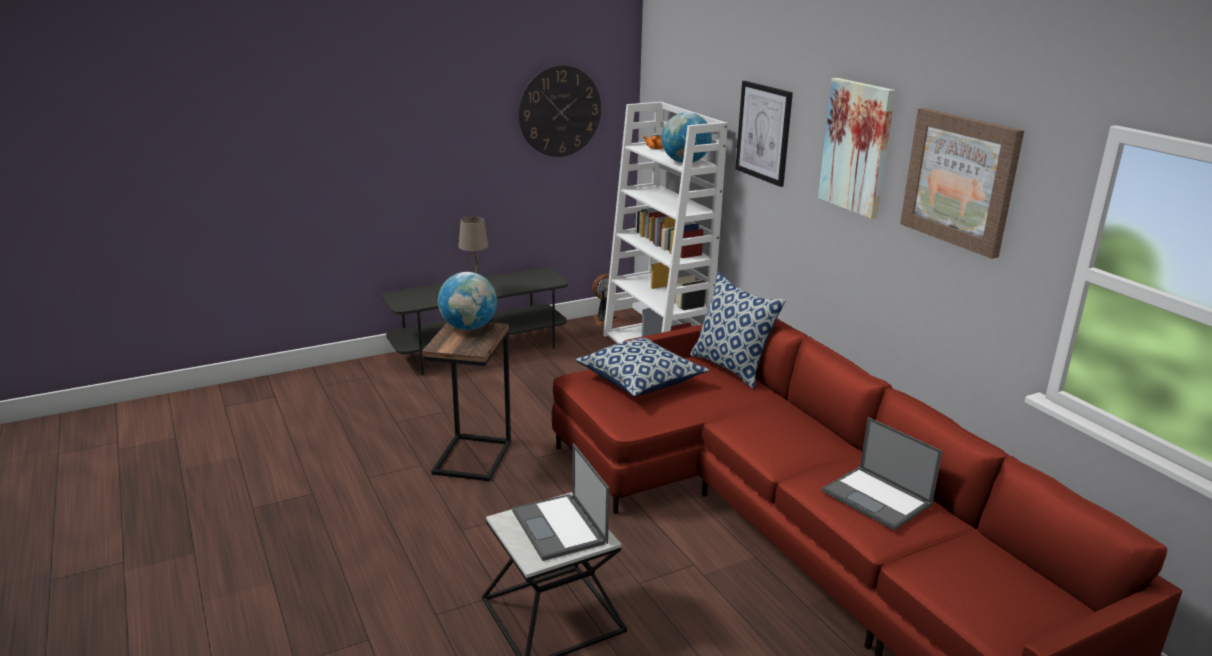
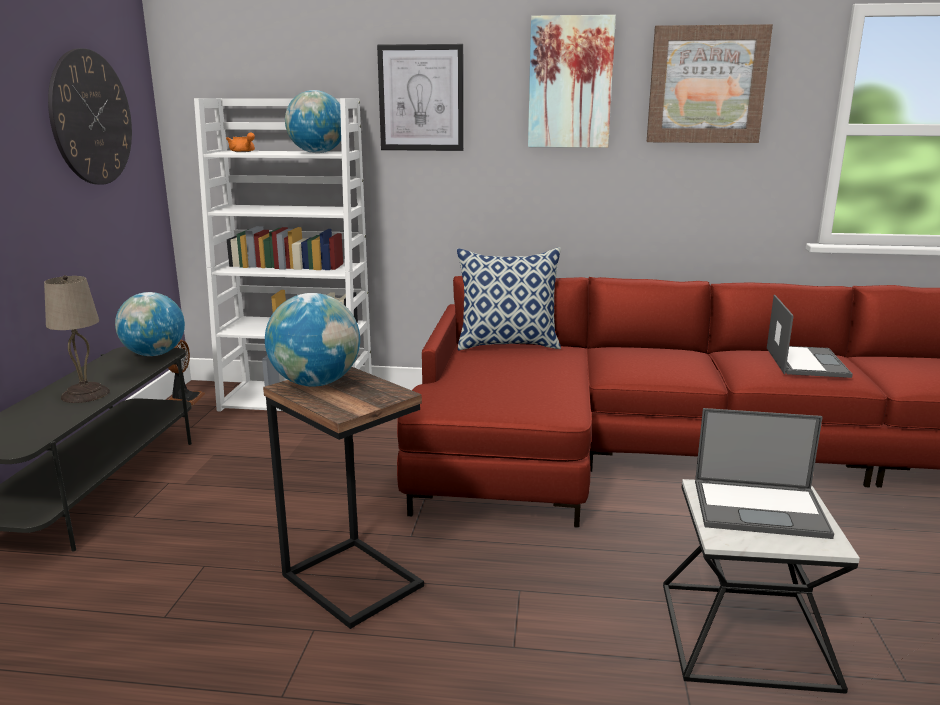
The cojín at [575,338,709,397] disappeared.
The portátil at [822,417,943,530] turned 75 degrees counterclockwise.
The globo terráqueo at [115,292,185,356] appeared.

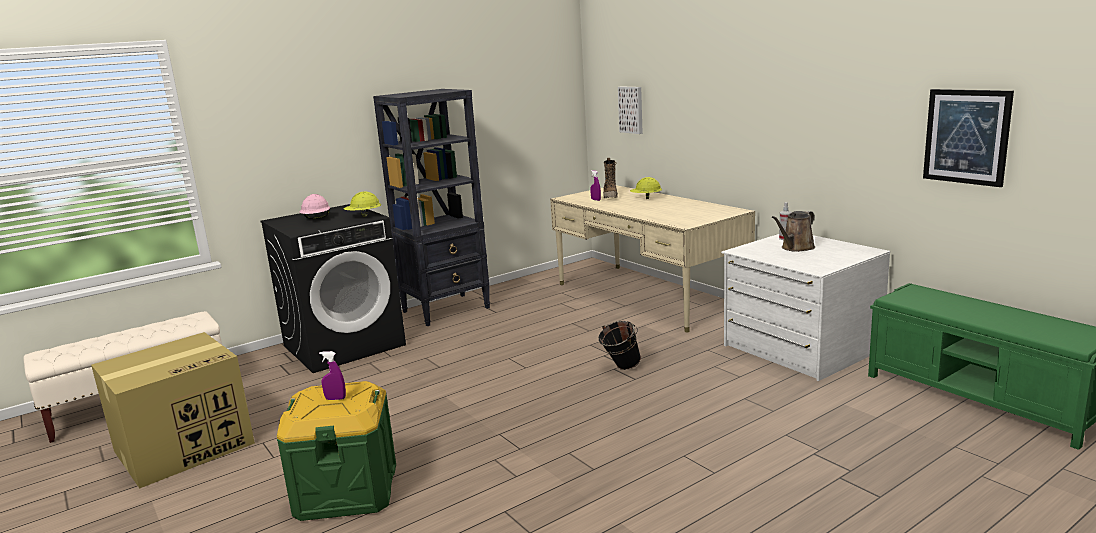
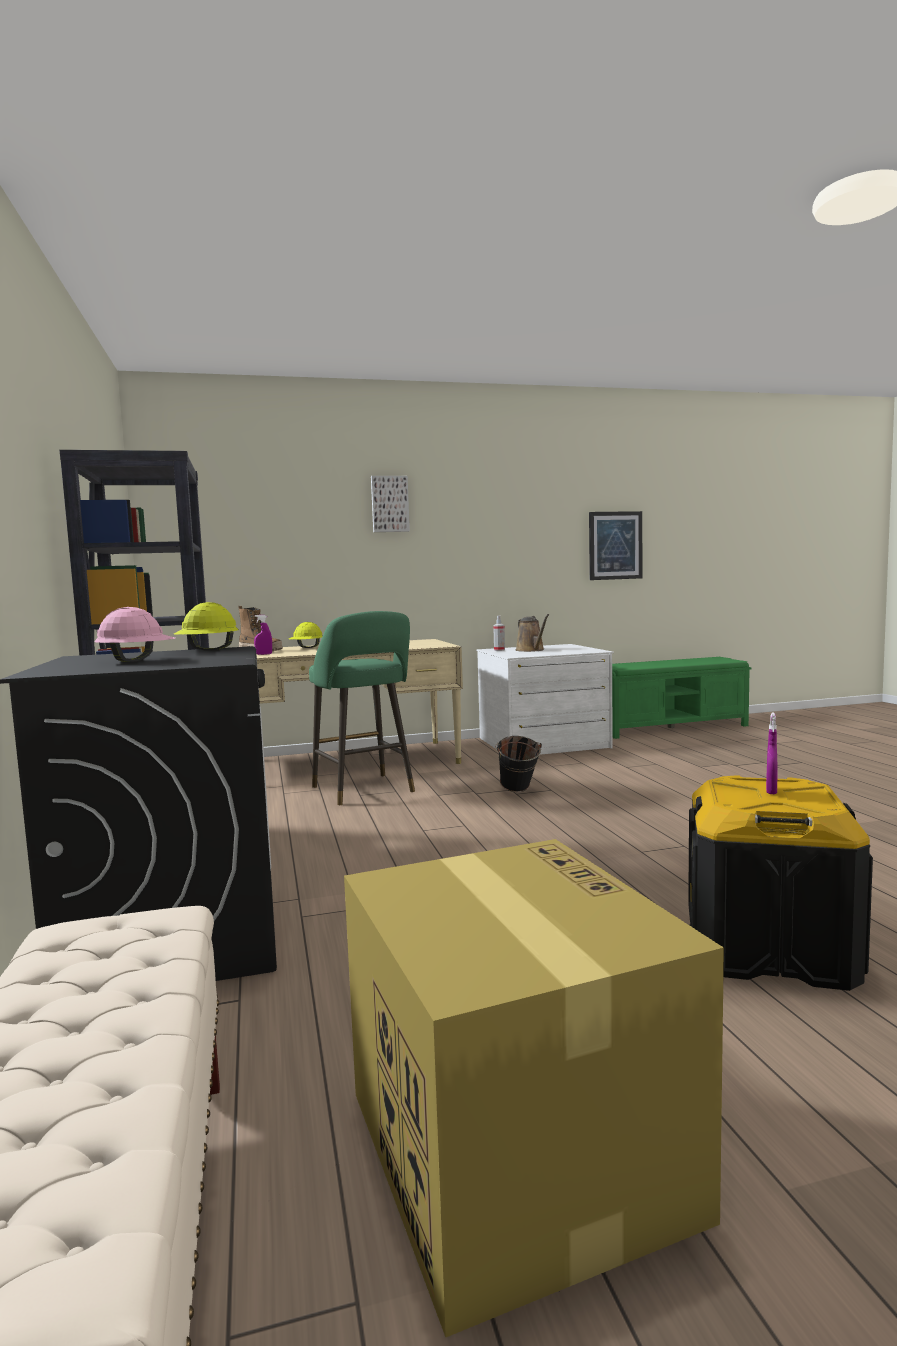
The caja de almacenaje/verde at [277,381,396,521] became the caja de almacenaje/negro at [688,775,873,991].
The cuadro moved from [618,86,643,134] to [371,476,410,532].
The taburete/verde at [309,611,415,805] appeared.

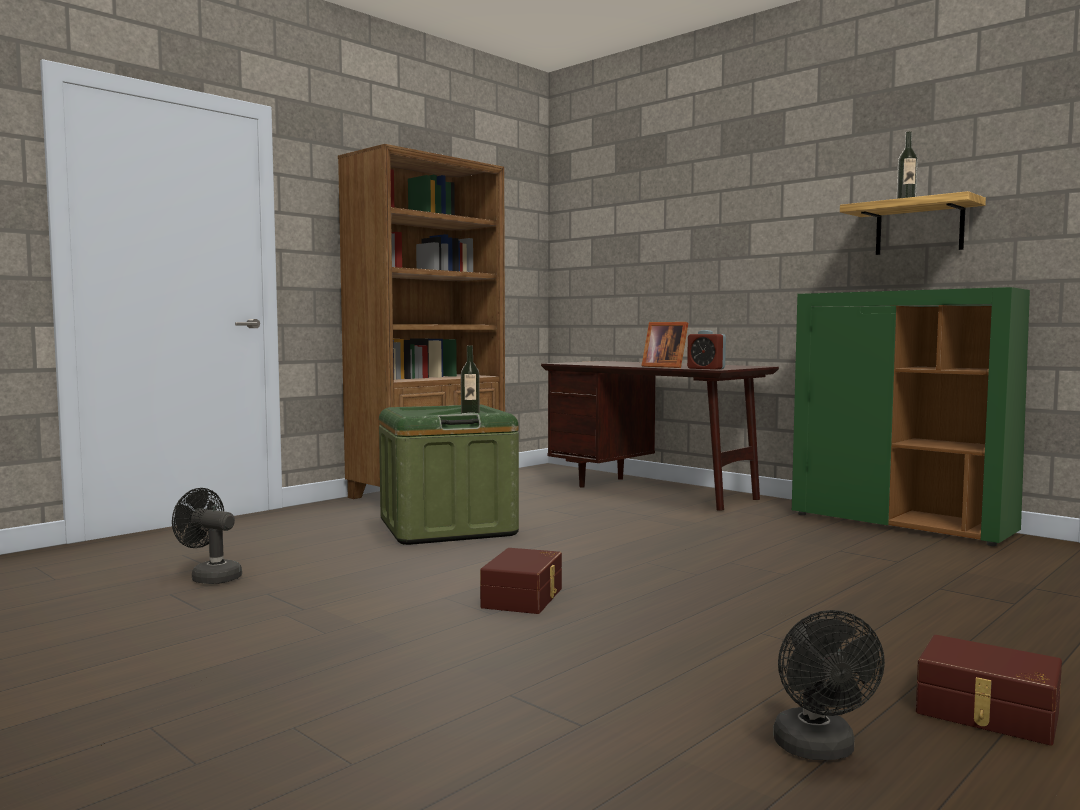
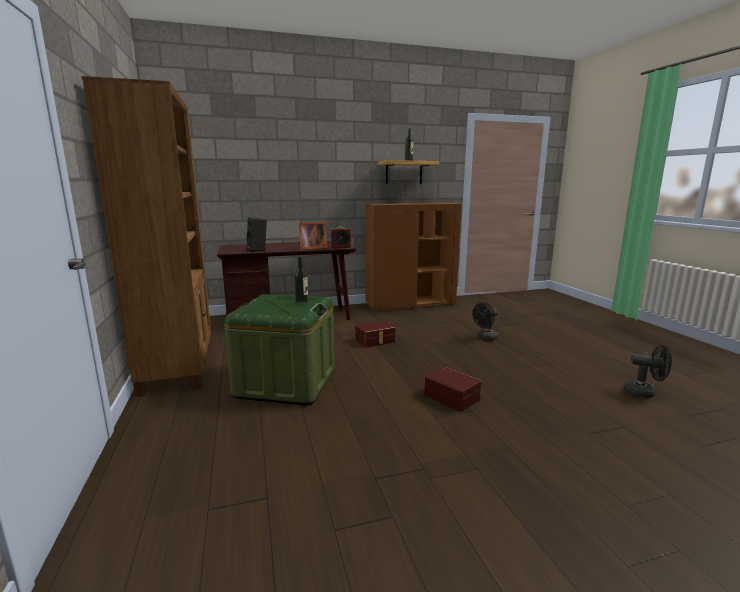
The ventilador/negro moved from [172,488,242,584] to [472,302,499,341].
The armario/verde at [792,287,1030,546] became the armario/marrón at [365,202,462,312].
The caja de almacenaje/marrón moved from [916,635,1062,745] to [355,320,396,348].
The altavoz/negro at [246,218,267,252] appeared.

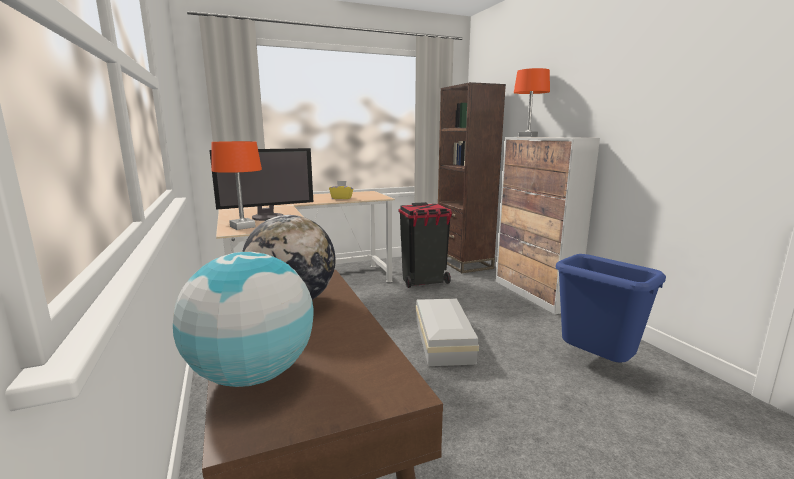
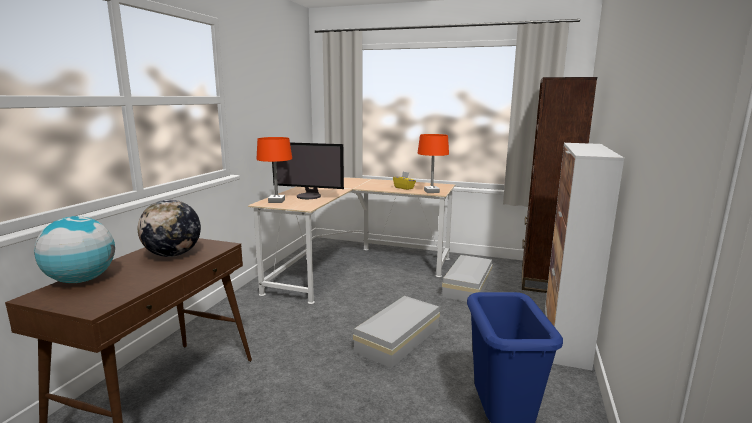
The papelera/negro at [399,202,452,288] was replaced by the caja de almacenaje/blanco at [442,255,493,302].
The lámpara de mesa/naranja moved from [514,68,550,137] to [418,134,449,193].

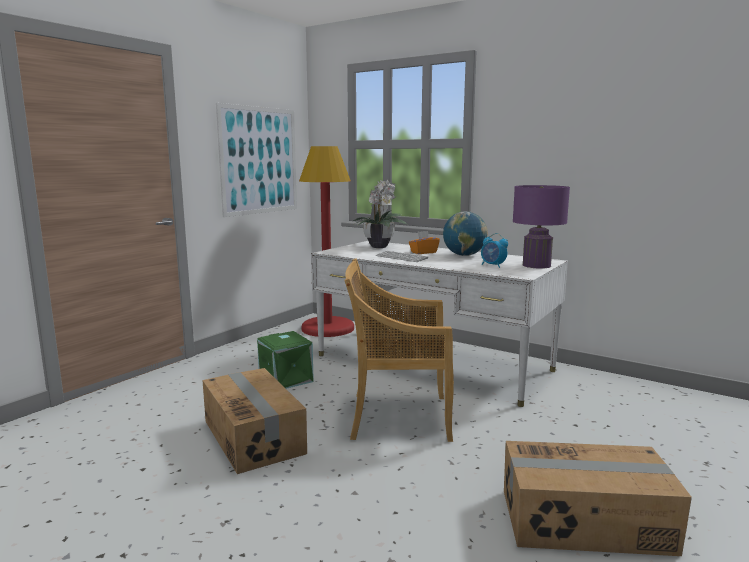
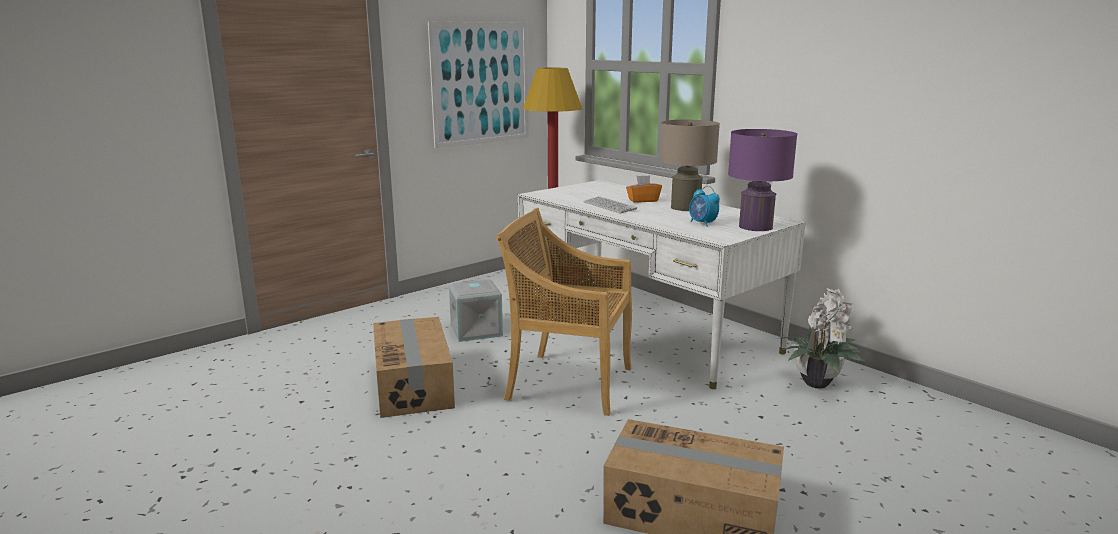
The caja de almacenaje/verde at [257,331,314,389] became the caja de almacenaje/gris at [449,279,503,342].
The planta en maceta moved from [353,179,407,248] to [782,288,866,389].
The globo terráqueo at [443,212,488,256] was replaced by the lámpara de mesa/beis at [660,120,720,211].

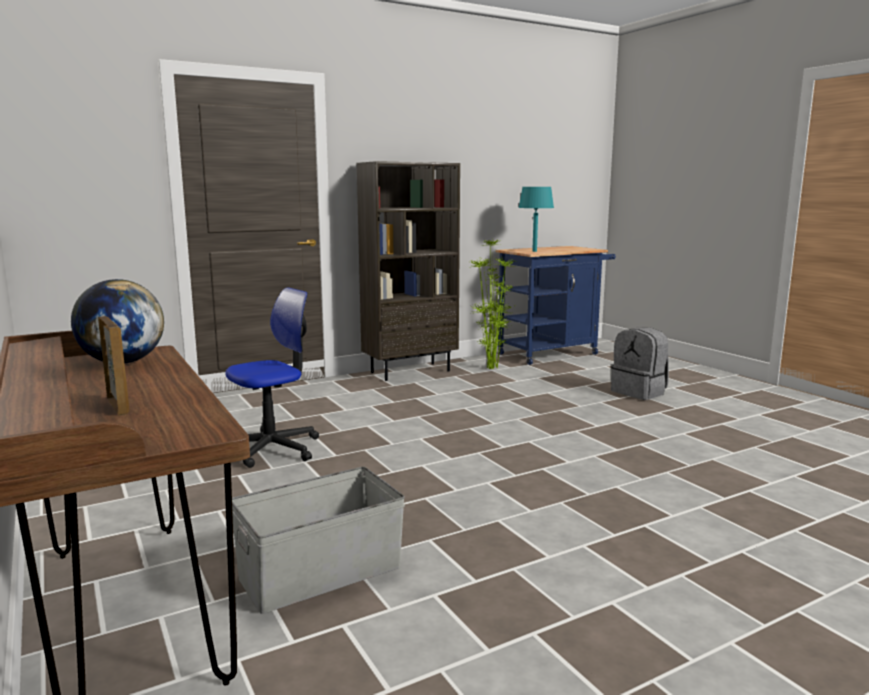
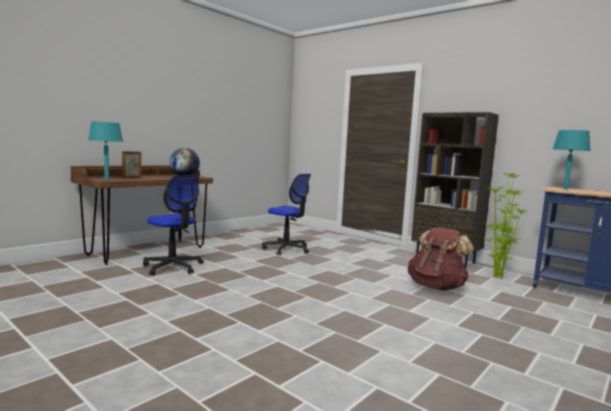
The caja de almacenaje/gris at [232,467,405,614] was replaced by the silla de oficina at [143,175,204,275].
The mochila/gris at [611,327,669,400] disappeared.
The lámpara de mesa/turquesa at [89,121,123,180] appeared.
The mochila/marrón at [408,227,474,291] appeared.

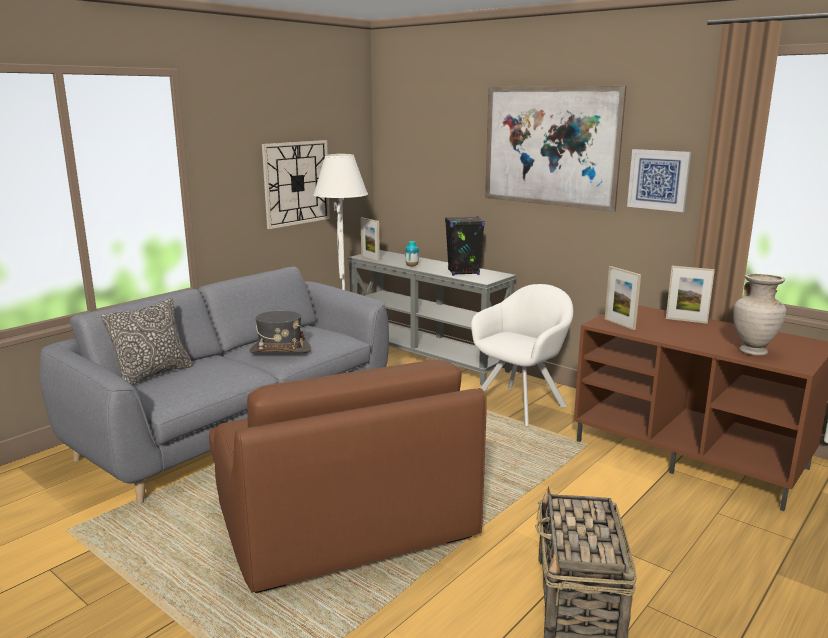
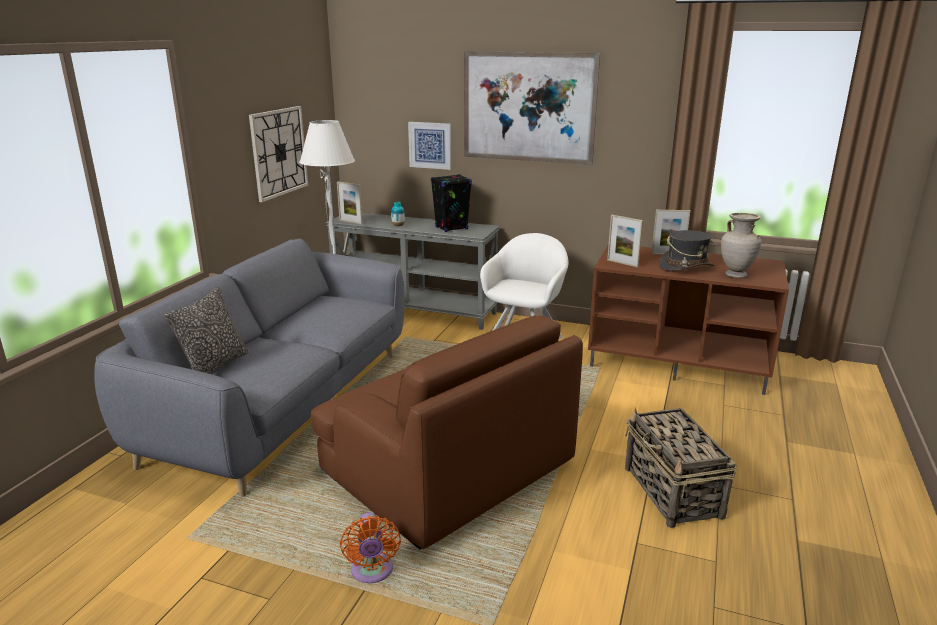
The sombrero/gris moved from [249,311,311,353] to [659,230,715,271].
The cuadro moved from [627,149,691,212] to [408,122,451,170].
The ventilador/naranja at [340,512,401,583] appeared.

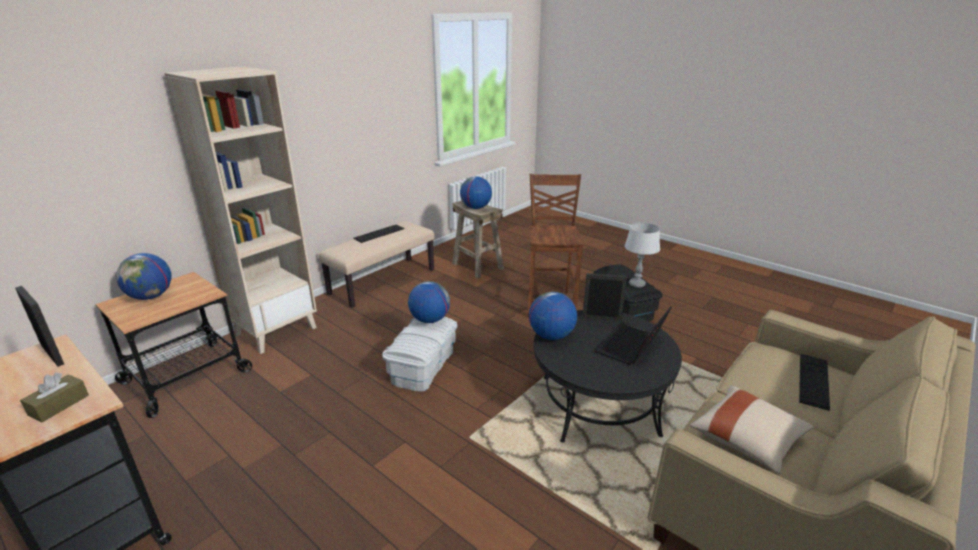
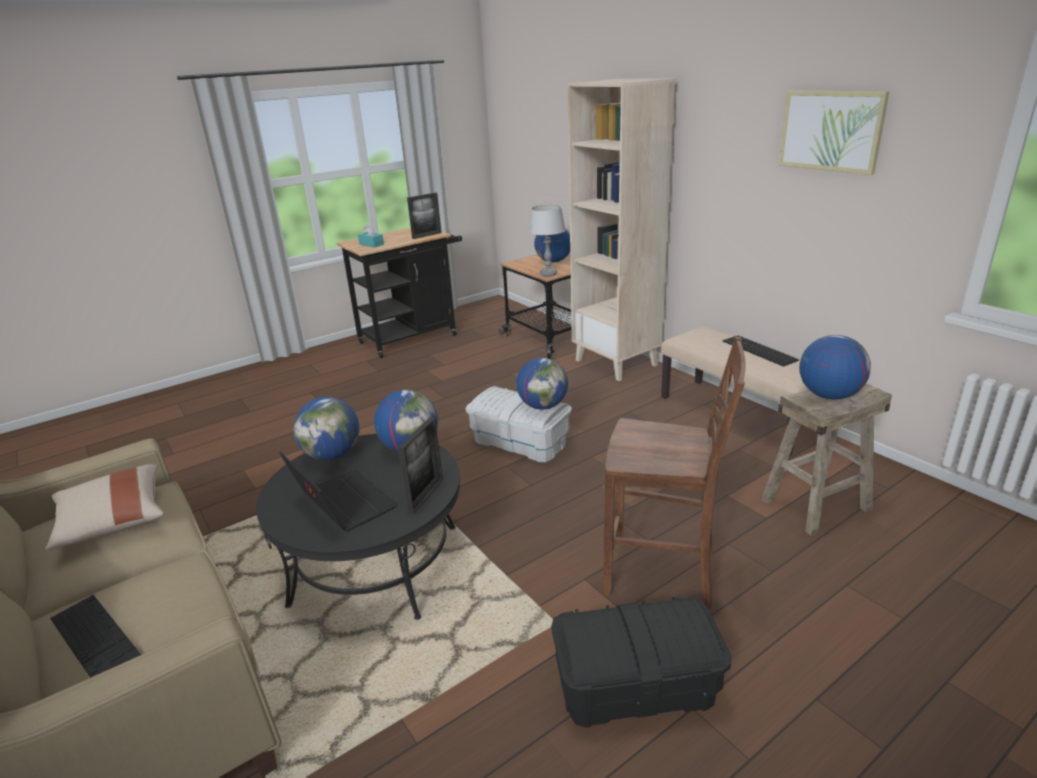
The caja de pañuelos/marrón at [20,372,89,422] became the caja de pañuelos/turquesa at [358,225,384,248].
The lámpara de mesa/gris moved from [625,223,660,288] to [529,205,566,276].
The globo terráqueo at [294,397,360,460] appeared.
The cuadro at [779,91,889,175] appeared.

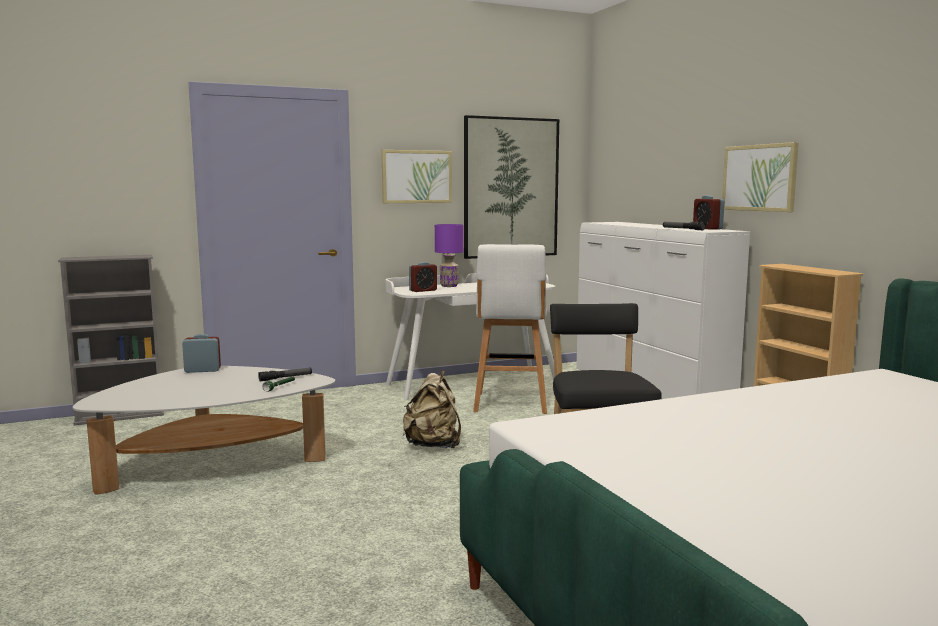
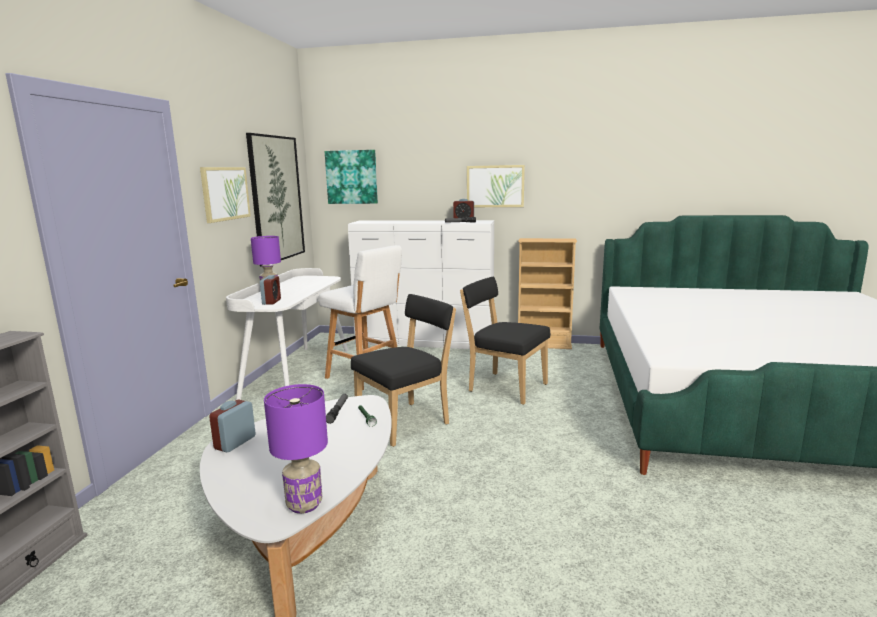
The mochila/beis at [403,370,461,448] was replaced by the silla/negro at [351,294,456,447].
The lámpara de mesa/morado at [264,384,328,514] appeared.
The cuadro at [325,150,378,204] appeared.

